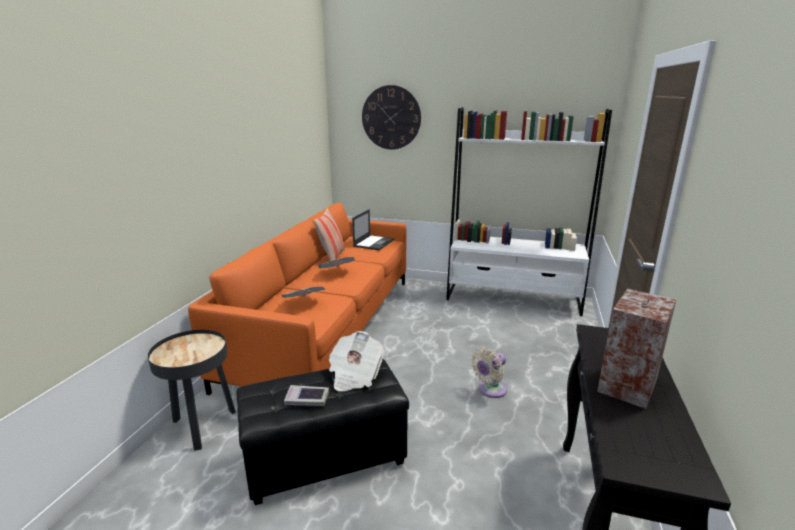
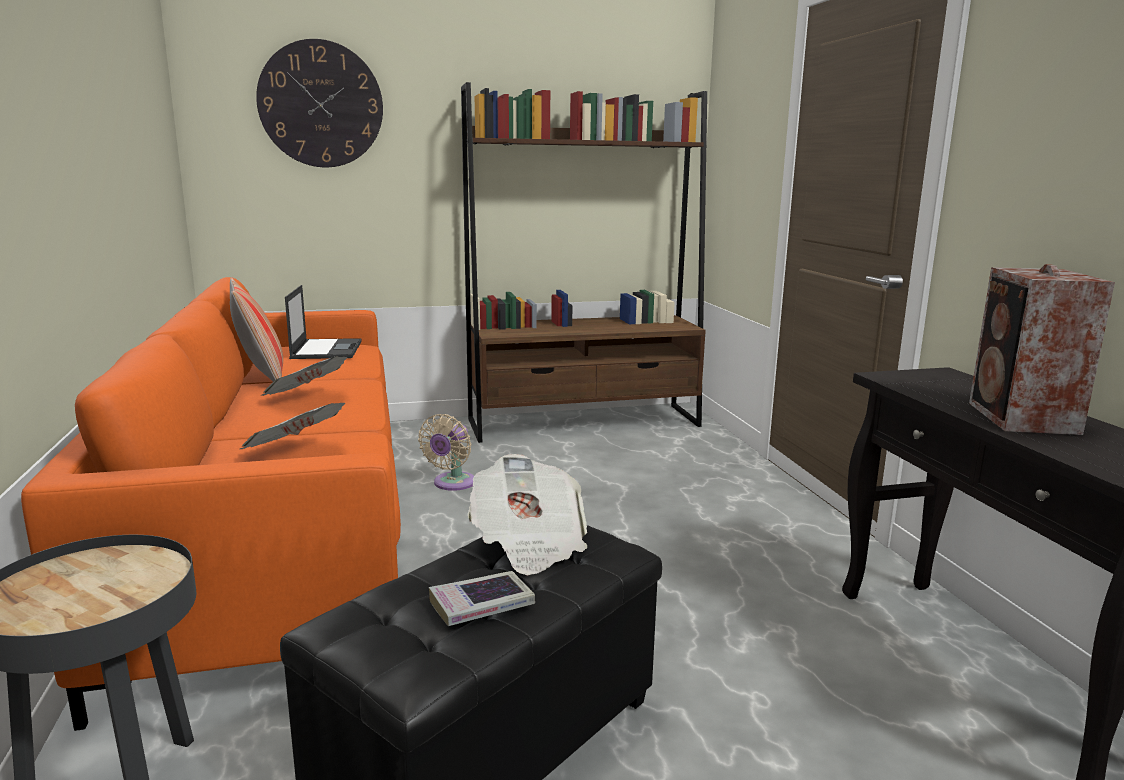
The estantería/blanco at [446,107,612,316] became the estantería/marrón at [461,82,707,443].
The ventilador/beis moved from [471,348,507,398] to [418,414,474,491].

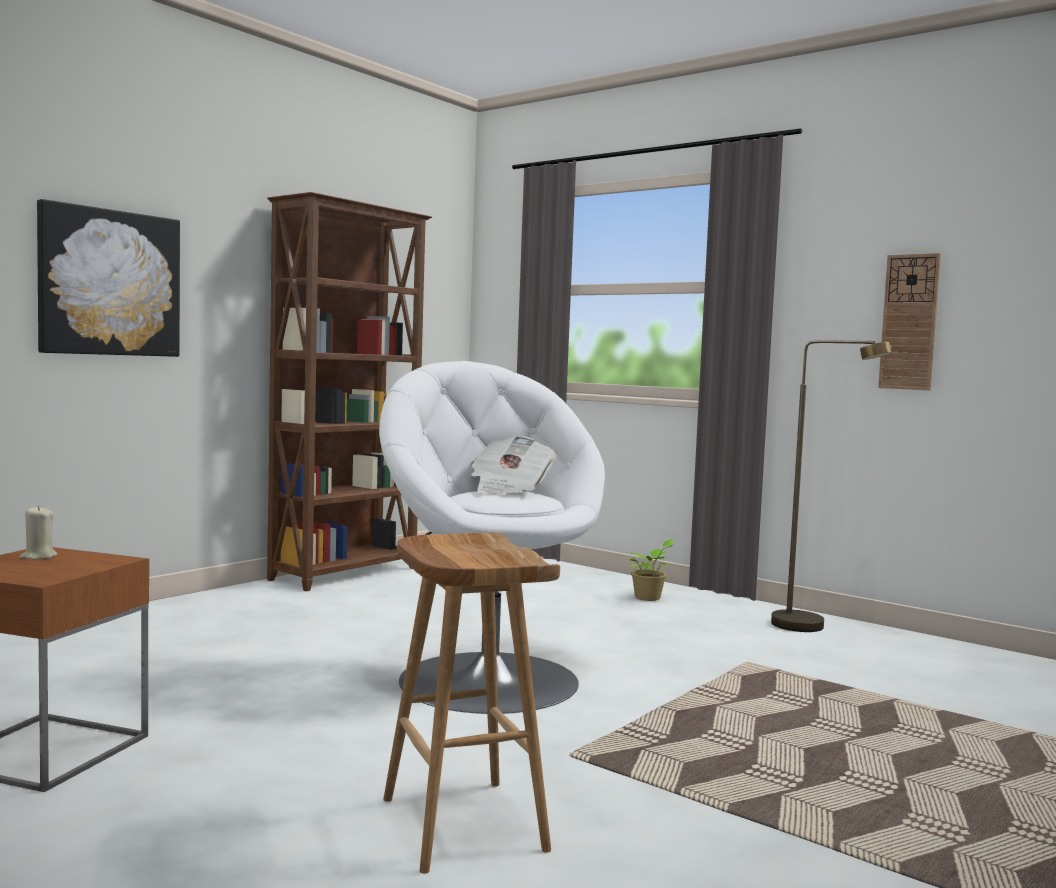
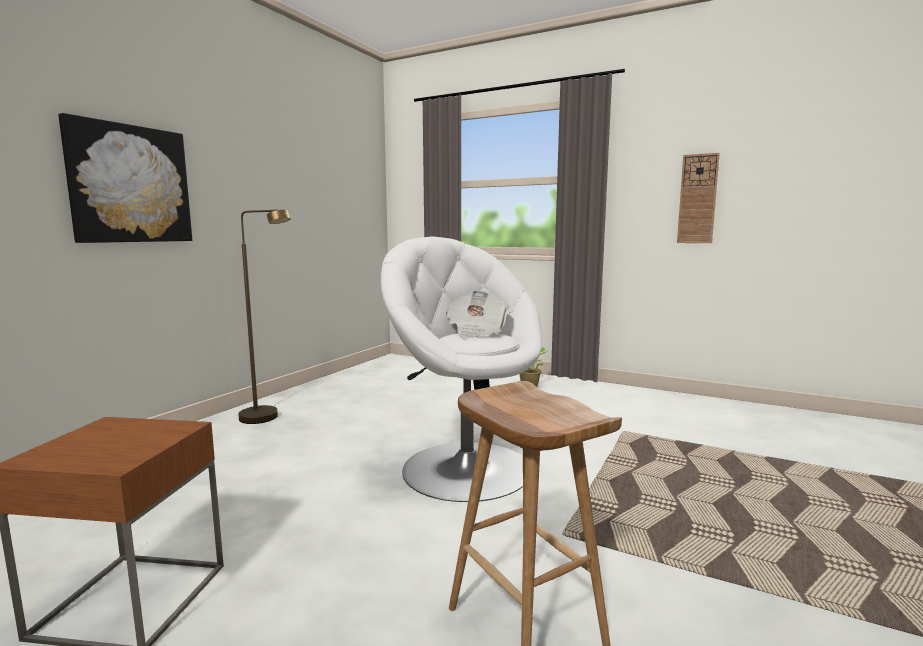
The vela/beis at [20,506,57,560] disappeared.
The estantería/marrón at [267,192,432,591] disappeared.
The lámpara de pie/marrón moved from [771,340,892,632] to [238,210,290,424].

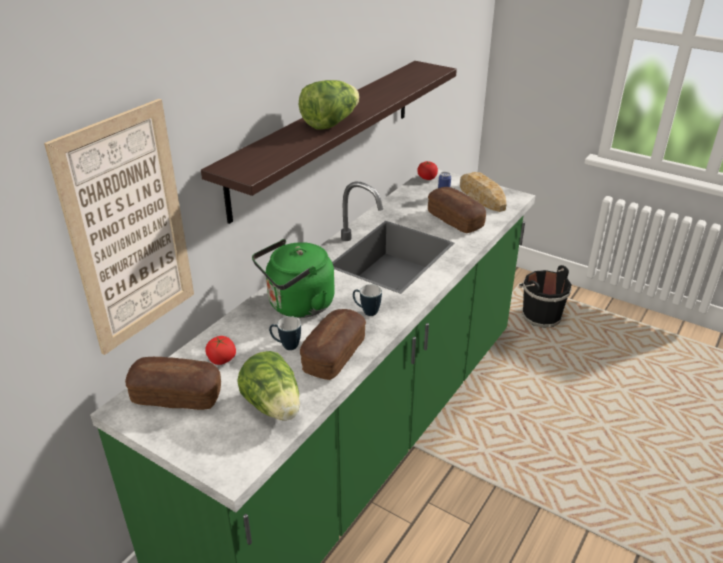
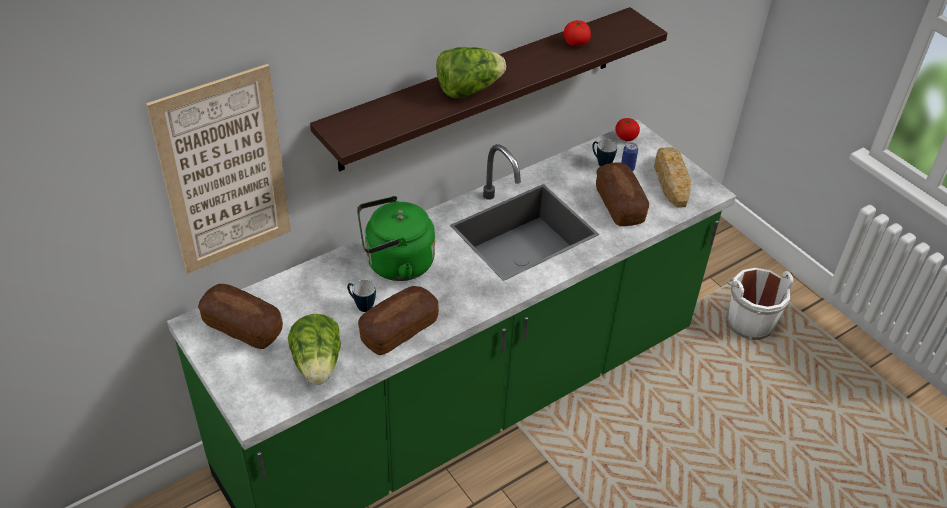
The tomate moved from [205,336,236,365] to [564,20,591,46].
The taza grande moved from [353,284,382,316] to [592,139,617,167].
The cubo/negro at [519,265,572,328] became the cubo/blanco at [724,268,794,340].

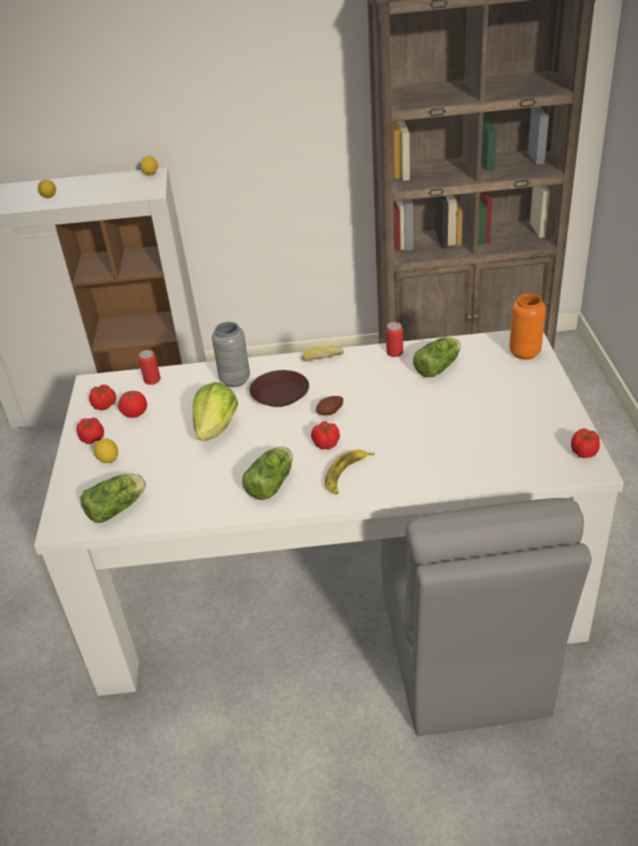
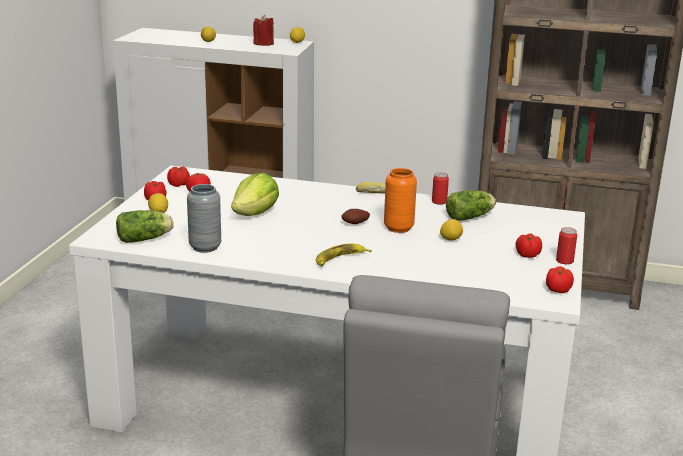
The lata moved from [139,350,161,385] to [556,227,577,264].
The florero/gris moved from [212,322,250,387] to [187,184,221,253].
The lechuga at [242,447,293,500] disappeared.
The plato/marrón at [249,370,309,407] disappeared.
The tomate moved from [311,421,340,450] to [516,234,542,258].
The florero/naranja moved from [509,294,546,360] to [384,168,417,233].
The vela/rojo at [253,15,274,46] appeared.
The limón at [440,219,463,240] appeared.

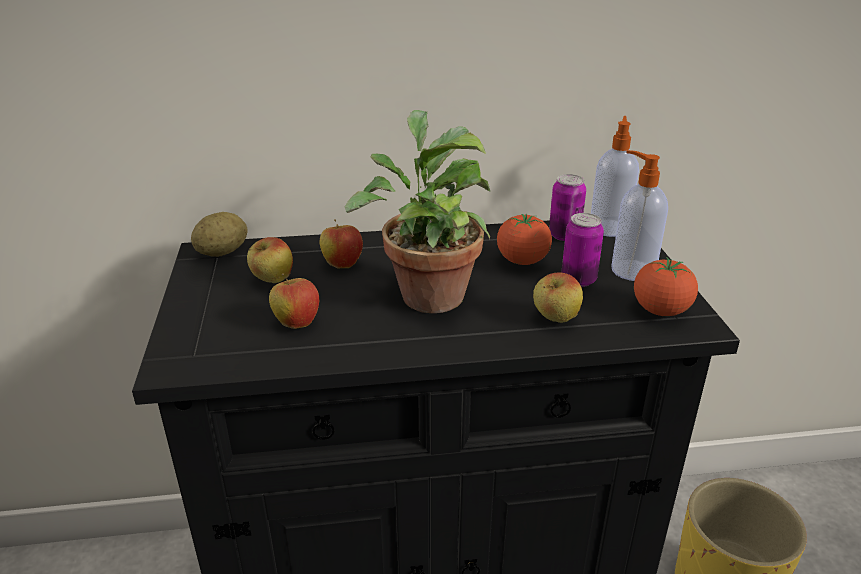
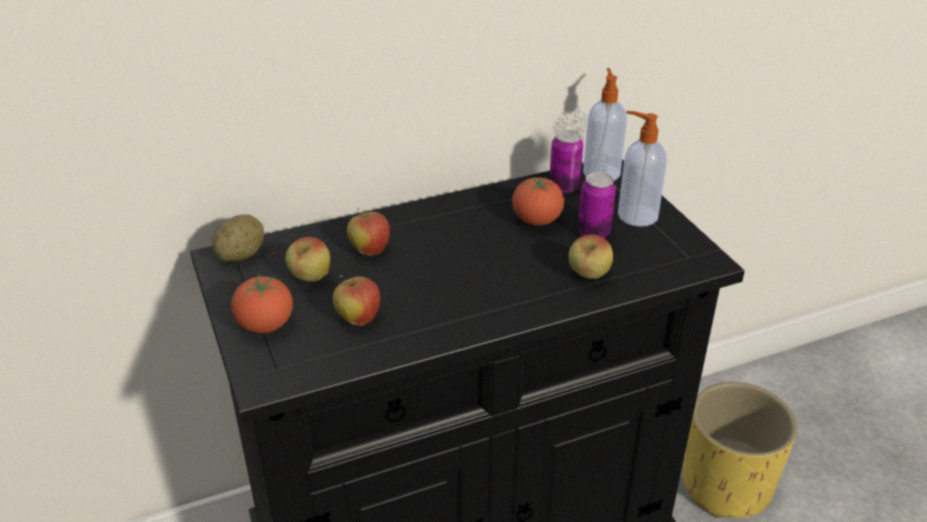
The planta en maceta at [344,110,490,313] disappeared.
The tomate moved from [634,257,698,316] to [231,274,293,333].

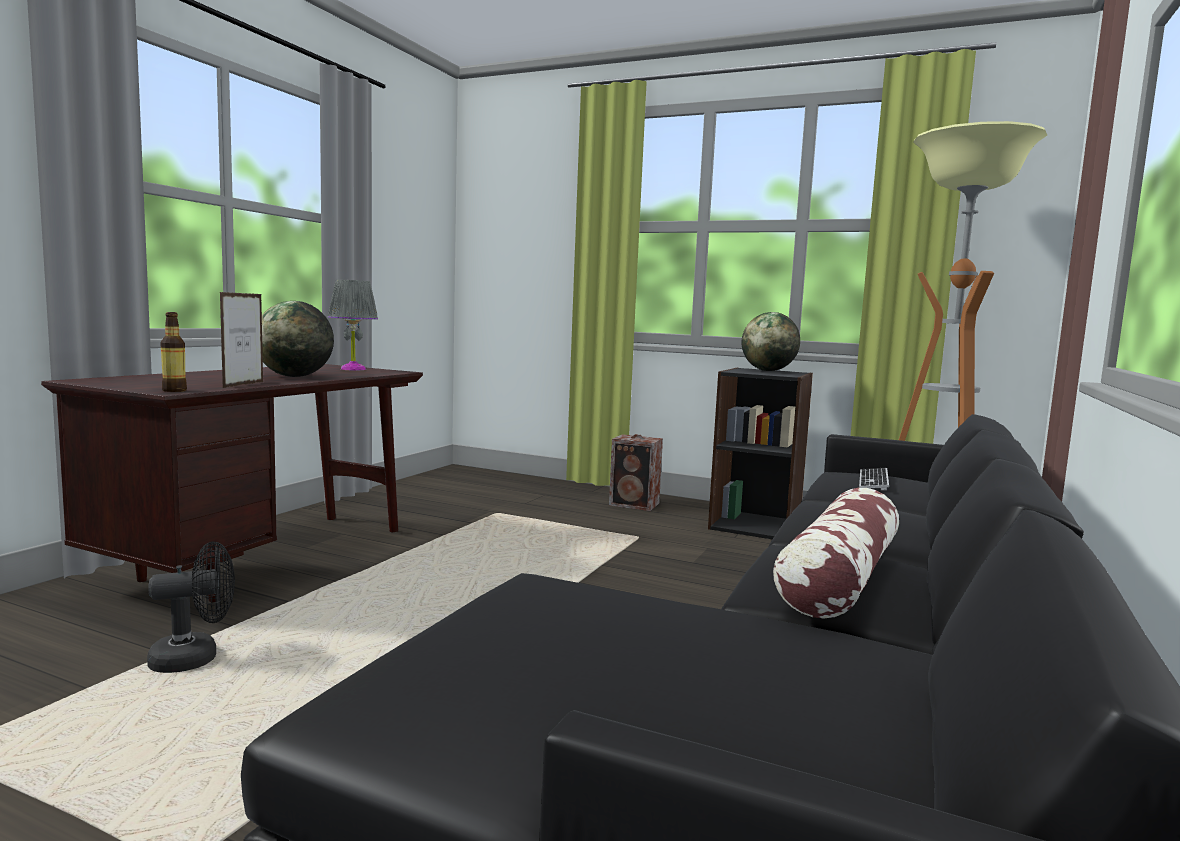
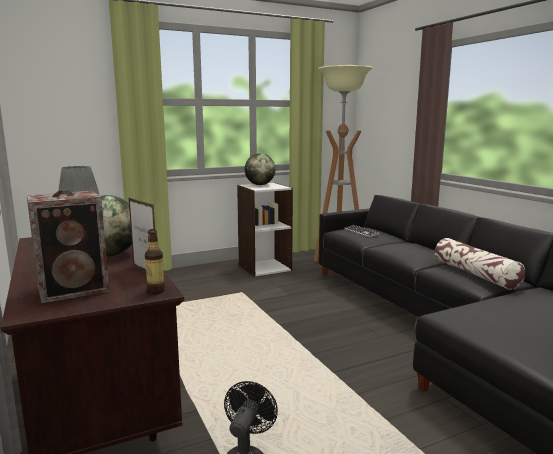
The altavoz moved from [609,434,663,511] to [27,190,110,304].
The estantería/negro at [708,368,813,539] became the estantería/blanco at [237,182,293,277].

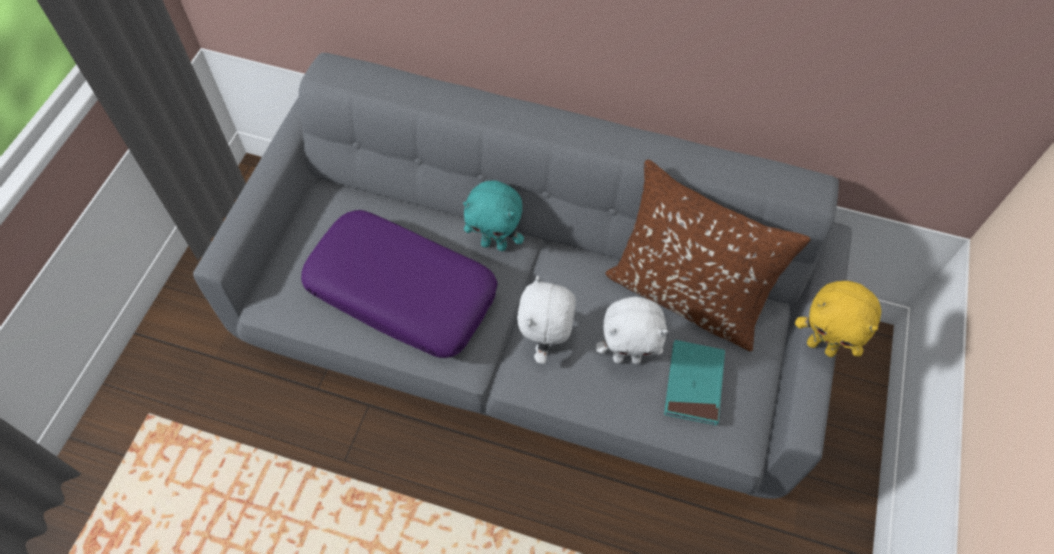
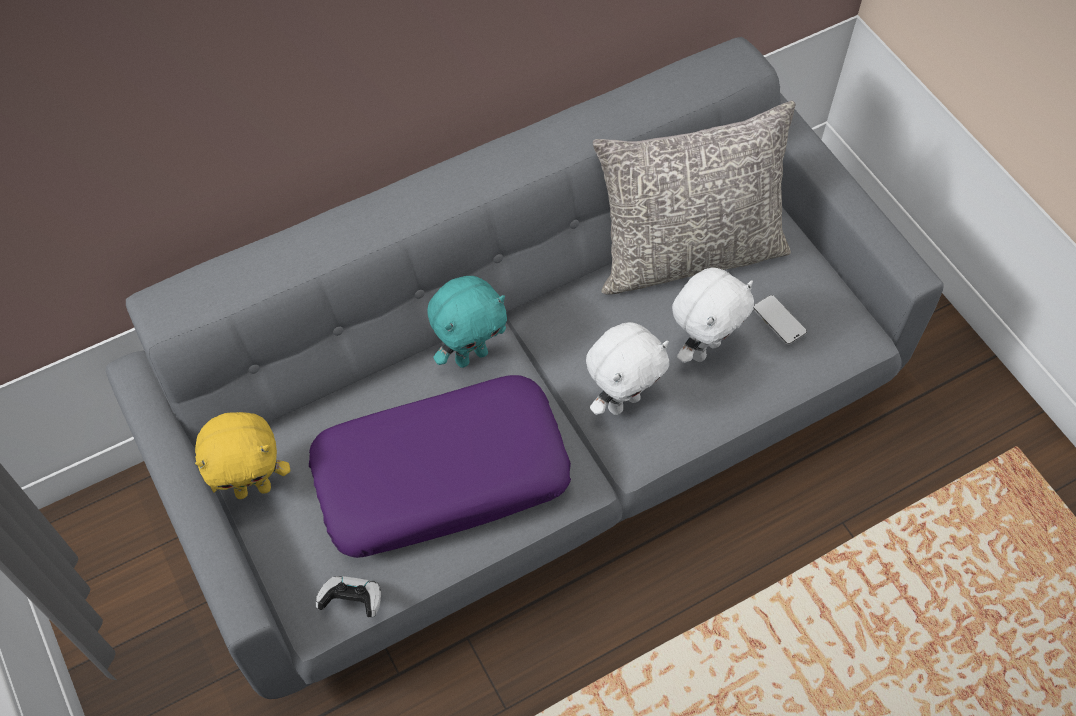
The peluche/blanco at [517,275,576,364] turned 90 degrees counterclockwise.
The cojín/marrón at [605,160,810,351] became the cojín/gris at [593,101,796,295].
The libro/turquesa at [664,340,725,425] was replaced by the móvil at [753,295,807,345].
The peluche/amarillo moved from [795,281,881,357] to [195,412,290,499].
The mando de consola at [316,576,381,617] appeared.

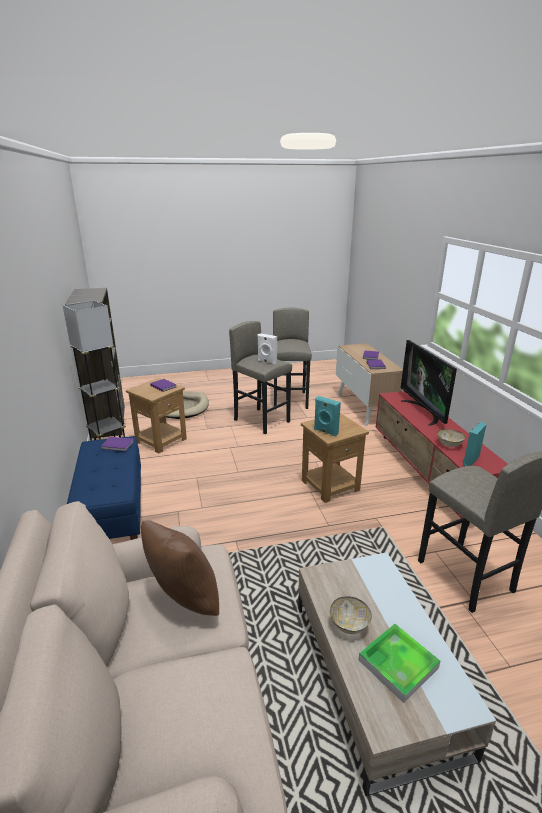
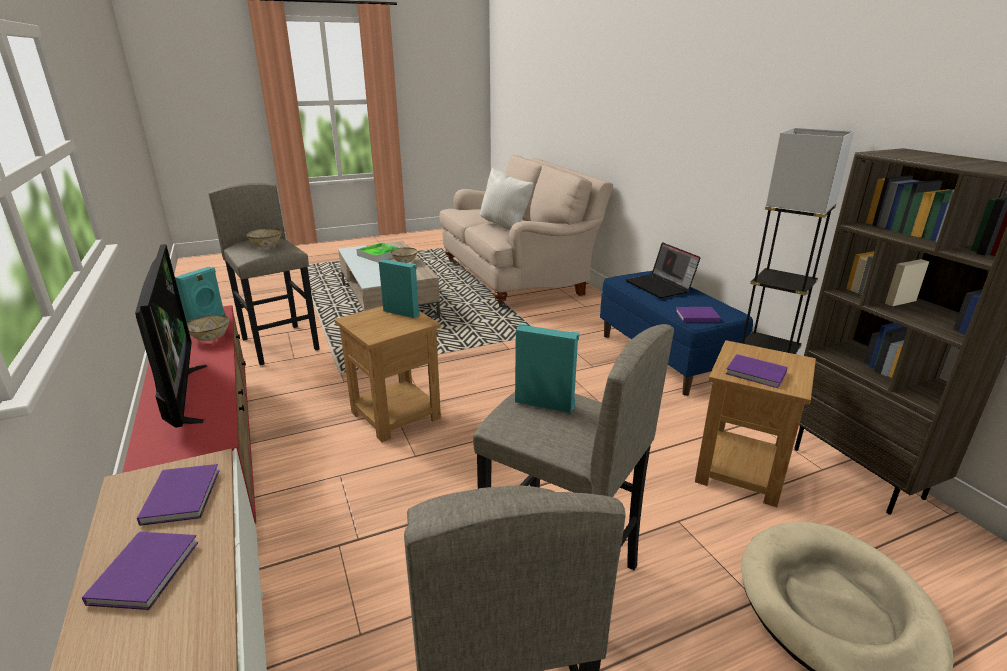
The cojín/marrón at [141,520,219,616] became the cojín/blanco at [480,168,534,230].
The altavoz/blanco at [257,333,277,364] became the altavoz/turquesa at [515,324,579,413].
The cuenco at [246,228,282,248] appeared.
The portátil at [626,242,701,298] appeared.

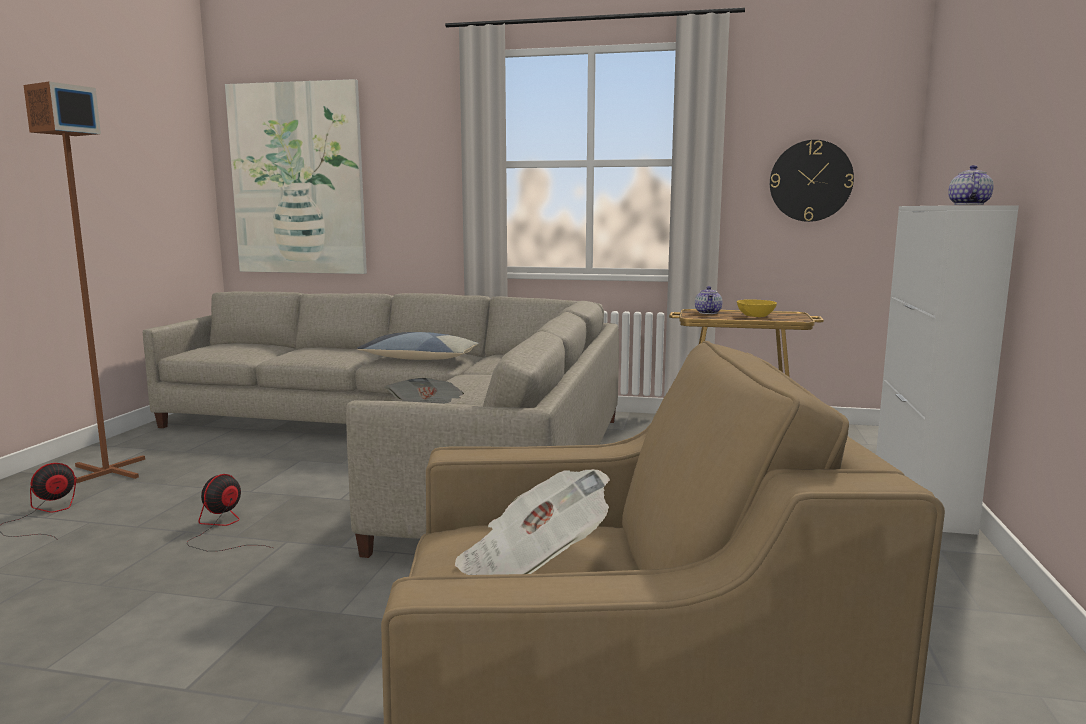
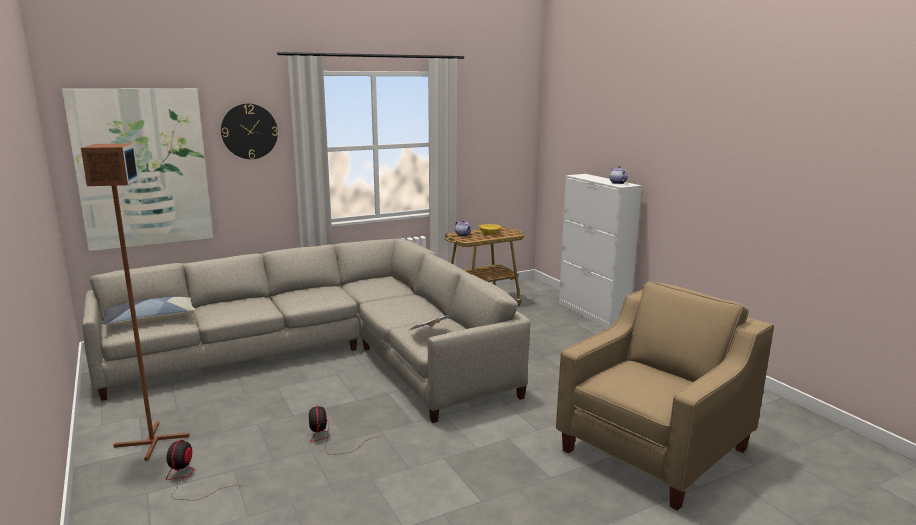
The cojín moved from [357,332,479,360] to [102,297,196,325].
The periódico at [455,469,610,575] disappeared.
The reloj de pared moved from [770,140,854,222] to [221,104,278,159].

